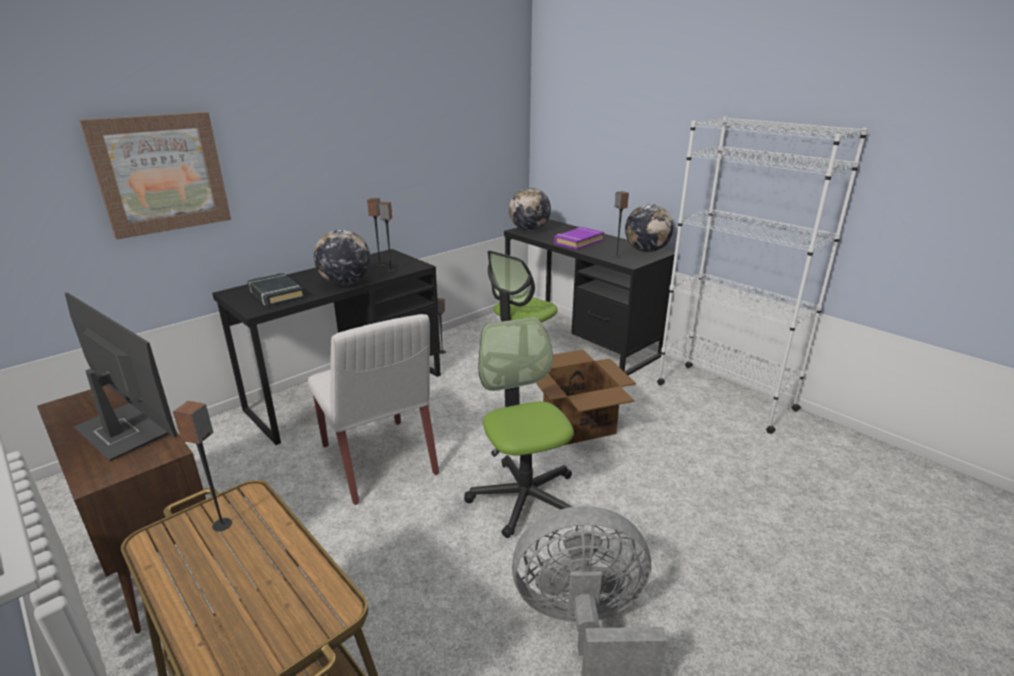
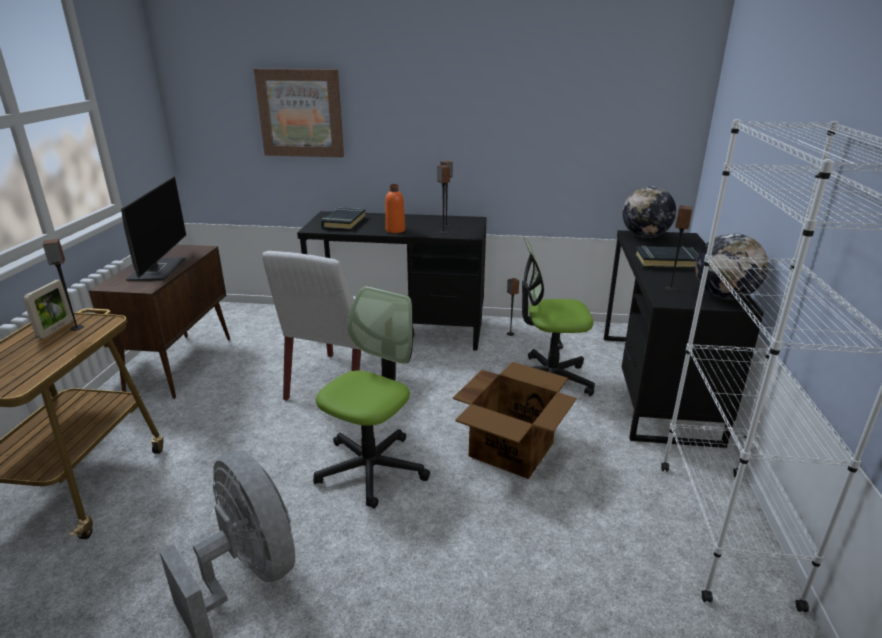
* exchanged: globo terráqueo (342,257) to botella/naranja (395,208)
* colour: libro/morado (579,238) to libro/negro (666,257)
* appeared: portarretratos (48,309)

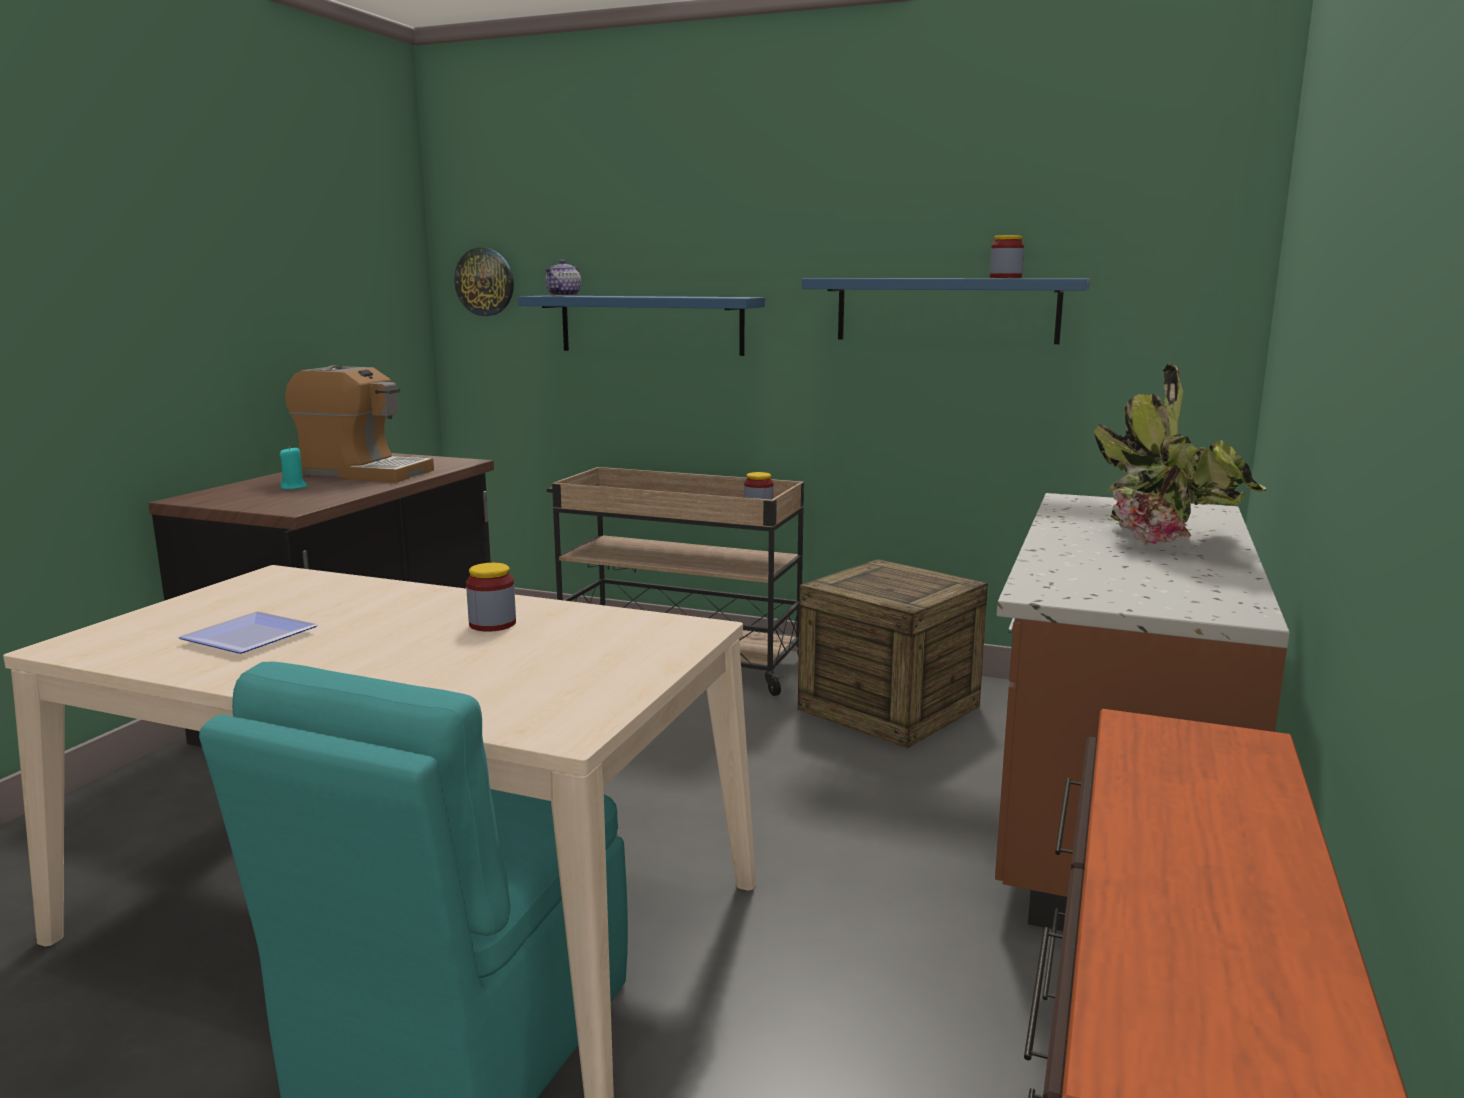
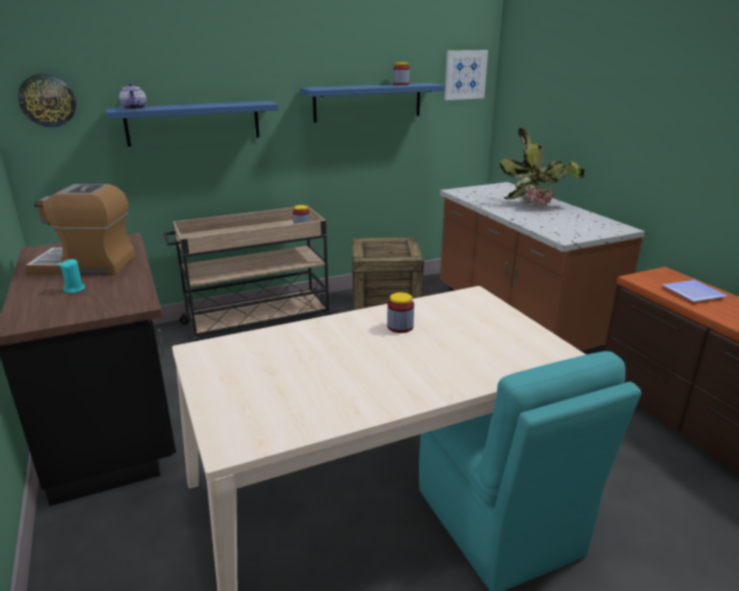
* relocated: plato (248,633) to (695,291)
* spun: cafetera (359,424) = (80,229) 150 degrees counterclockwise
* appeared: cuadro (466,75)

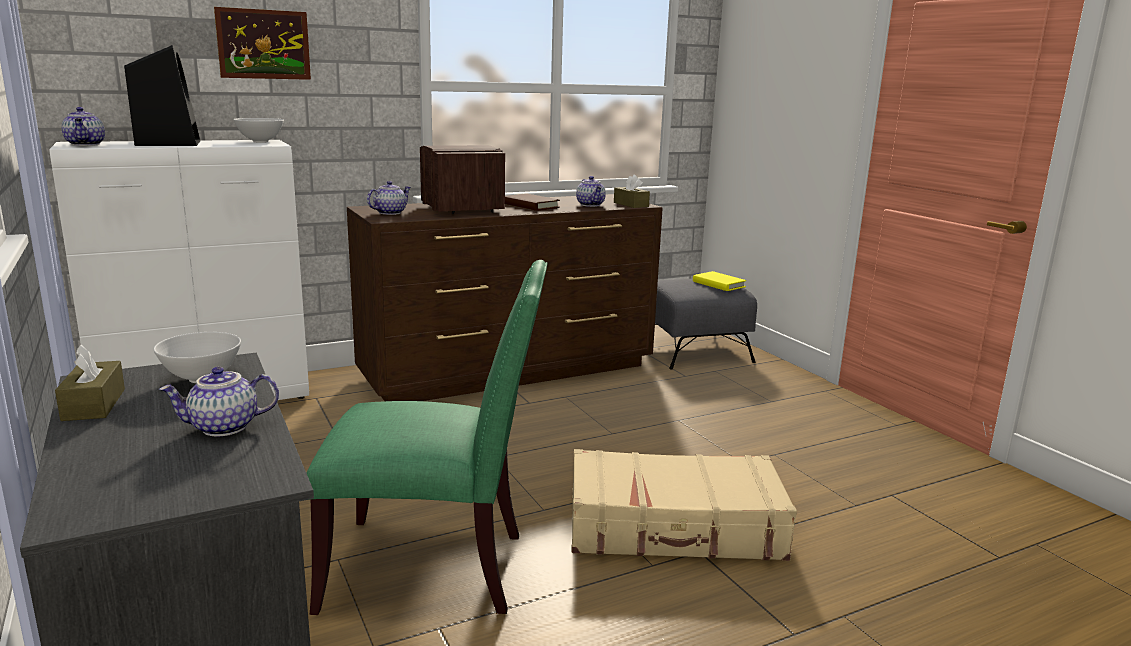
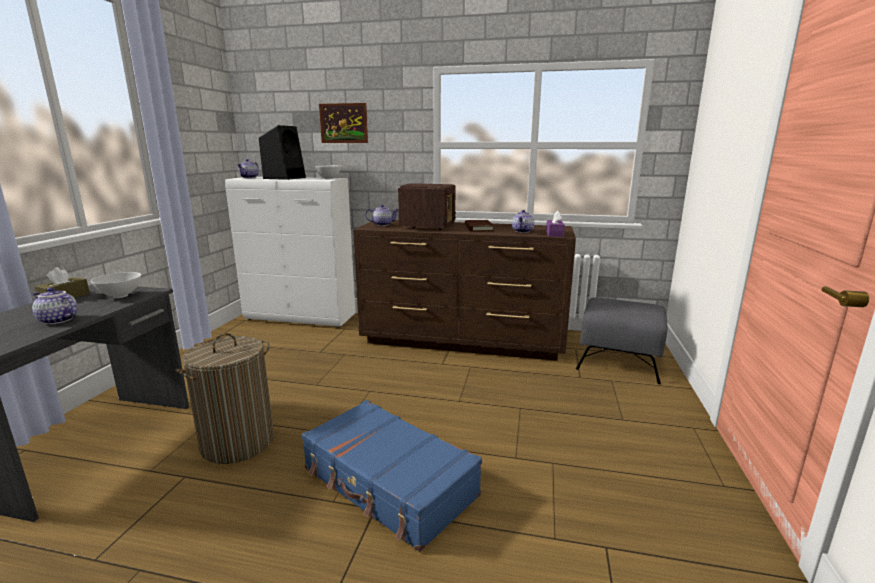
* exchanged: silla/verde (427,437) to cesto de la ropa (224,398)
* colour: maleta/beis (684,505) to maleta/azul (392,476)
* colour: caja de pañuelos/marrón (632,191) to caja de pañuelos/morado (555,224)
* missing: libro/amarillo (720,281)

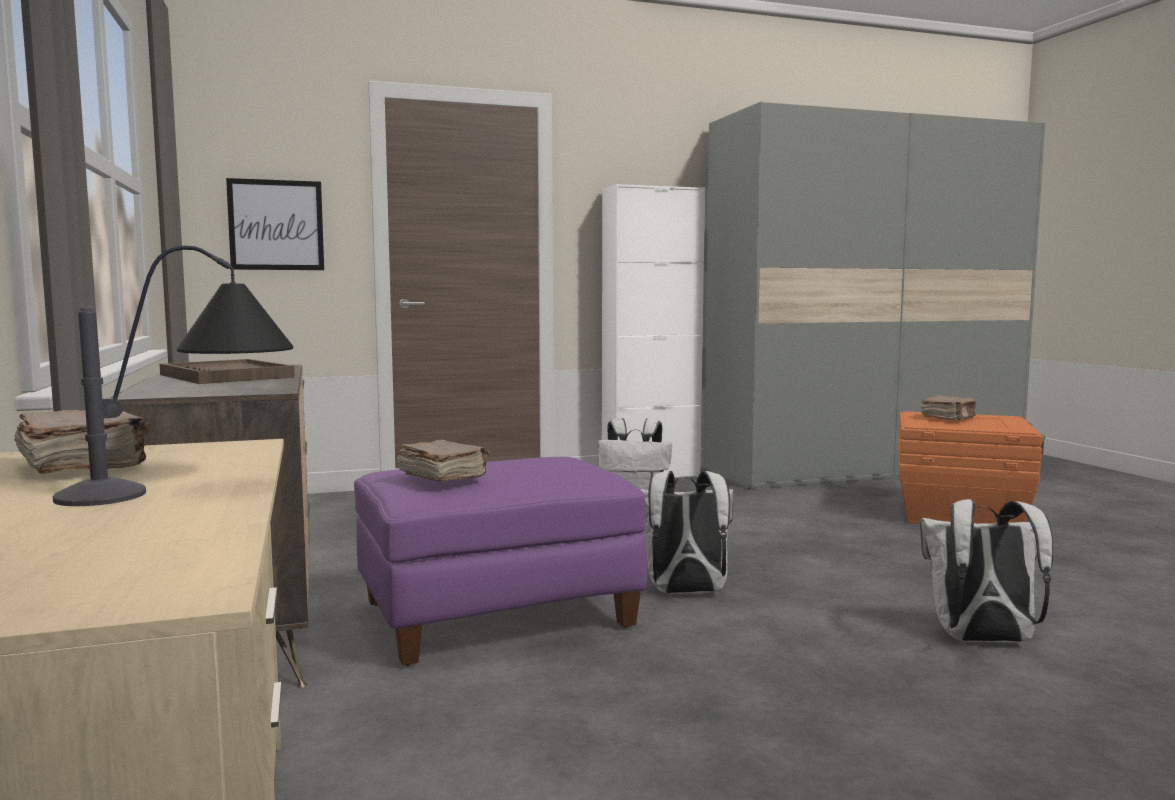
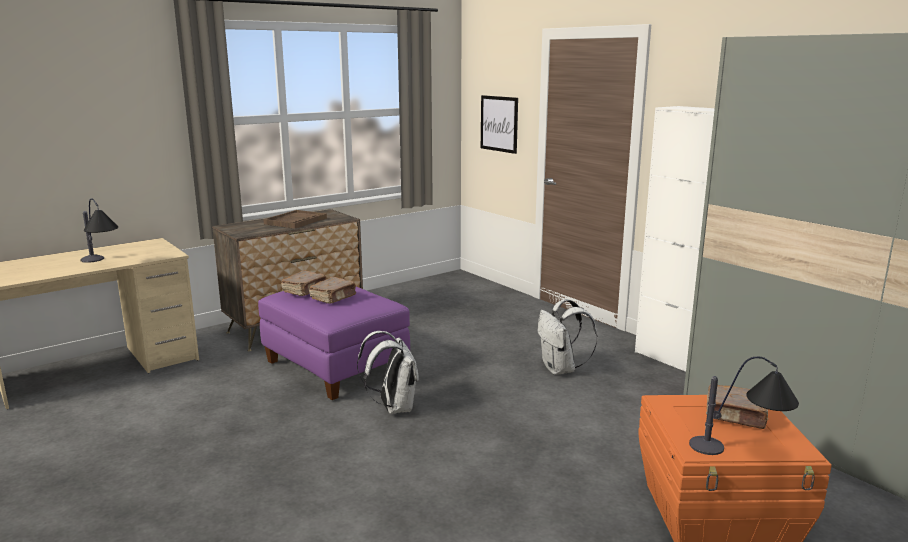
* relocated: libro/marrón (81,442) to (332,290)
* missing: mochila/blanco (986,571)
* appeared: lámpara de mesa (744,406)

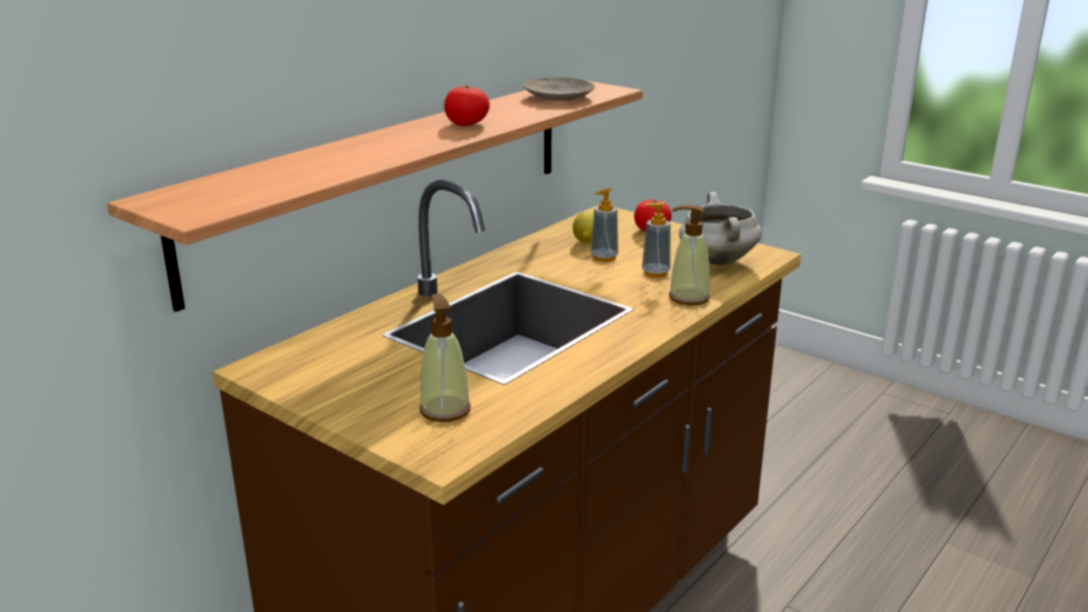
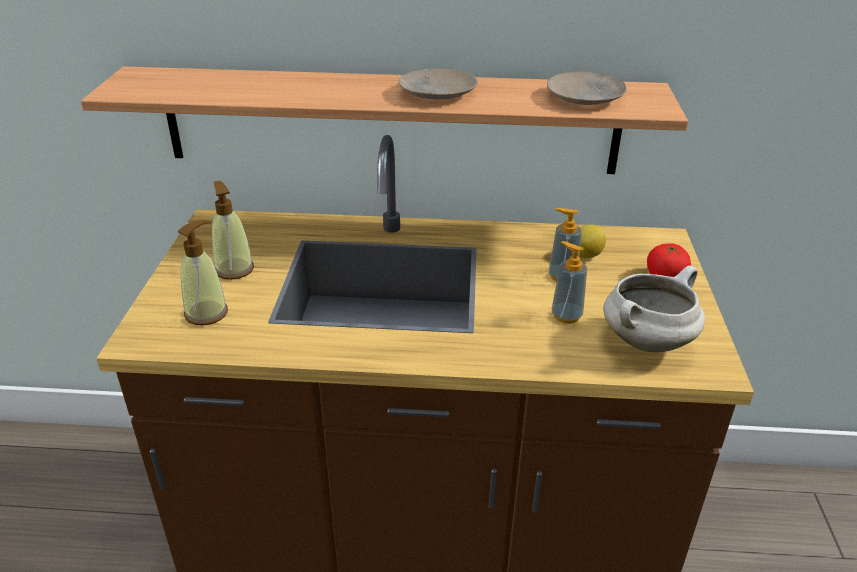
* exchanged: tomate (467,106) to plato/beis (438,84)
* relocated: dispensador de jabón (689,255) to (233,230)

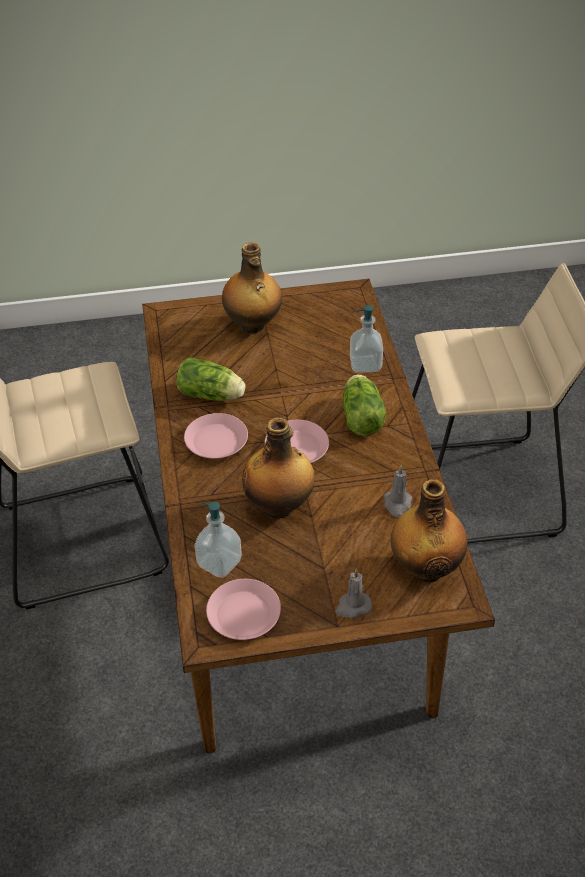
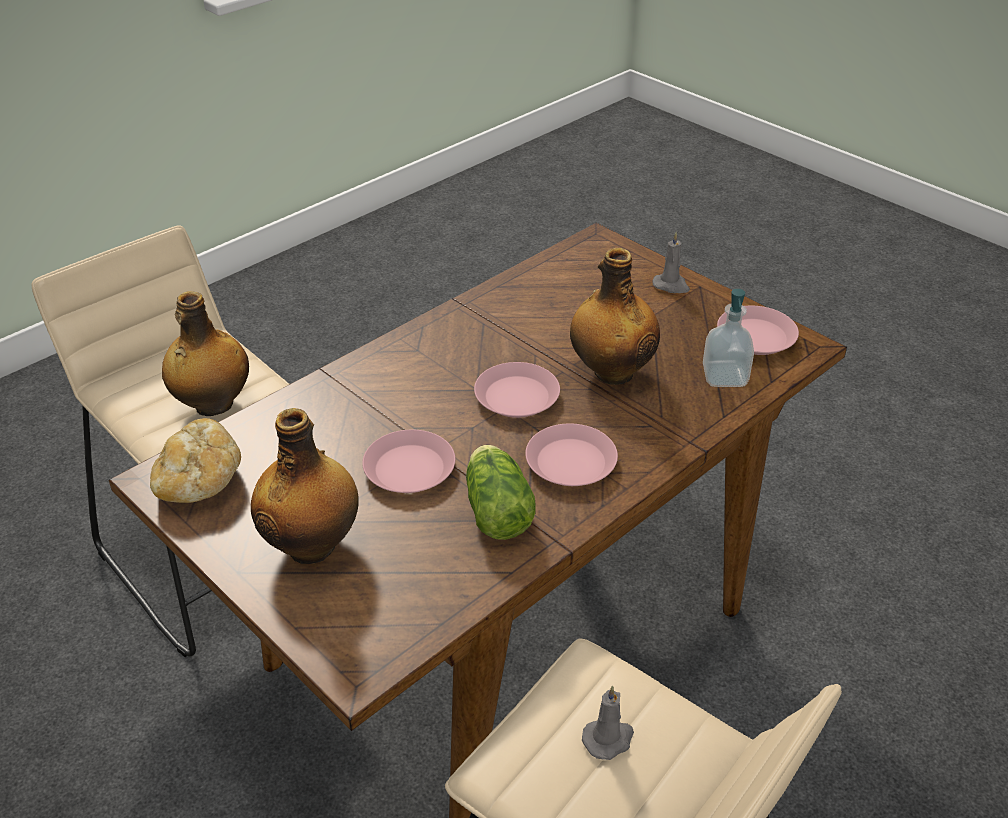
* missing: lechuga (364,405)
* missing: dispensador de jabón (366,339)
* relocated: vela/gris (398,491) to (608,723)
* relocated: botella (429,531) to (205,353)
* appeared: pan (195,460)
* appeared: plato/rosa (408,461)

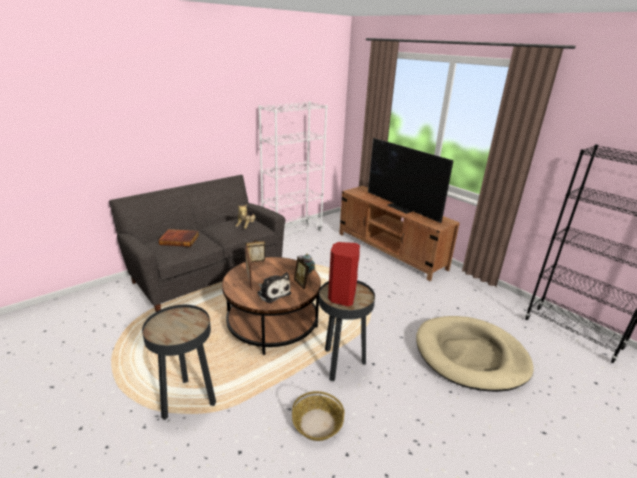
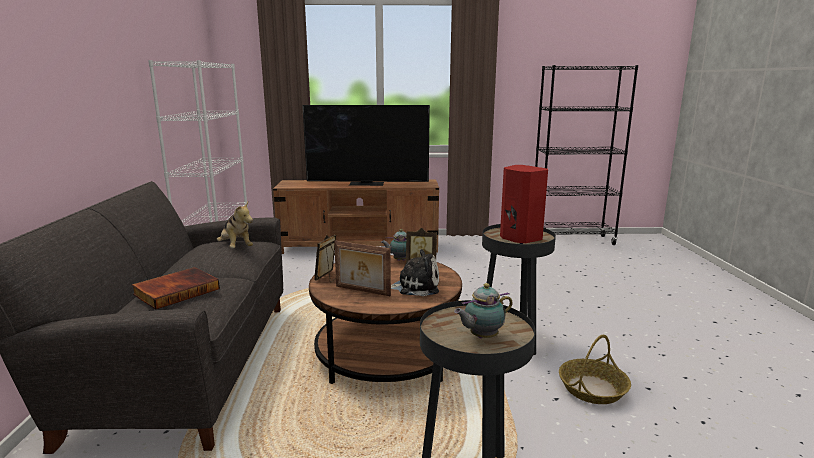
* missing: cama para perro/beis (475,354)
* appeared: tetera (483,310)

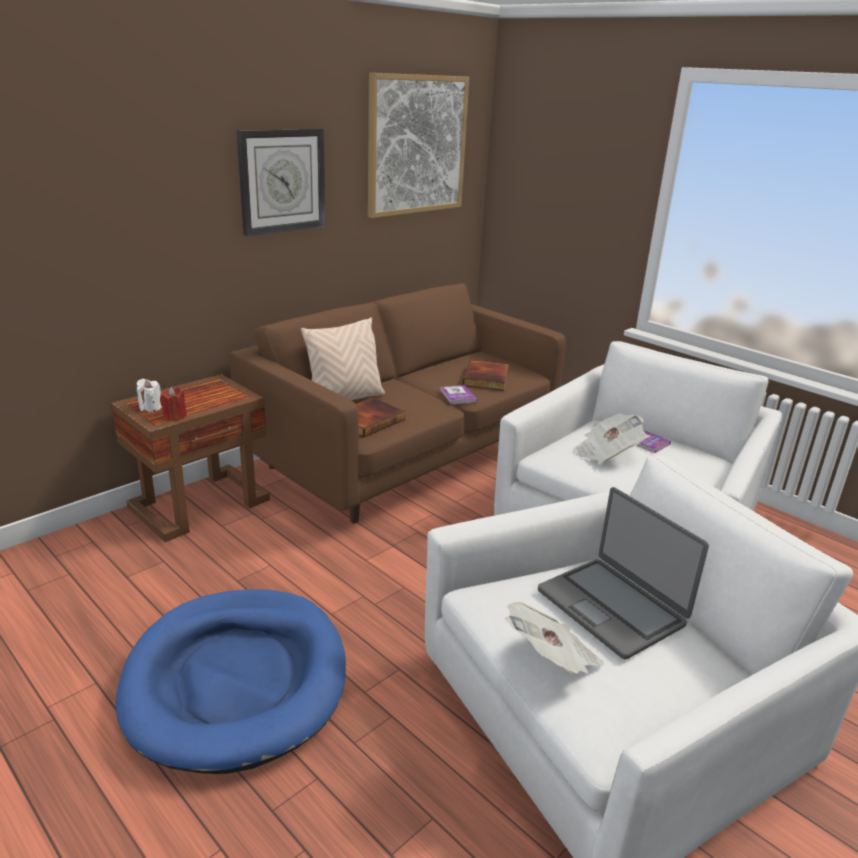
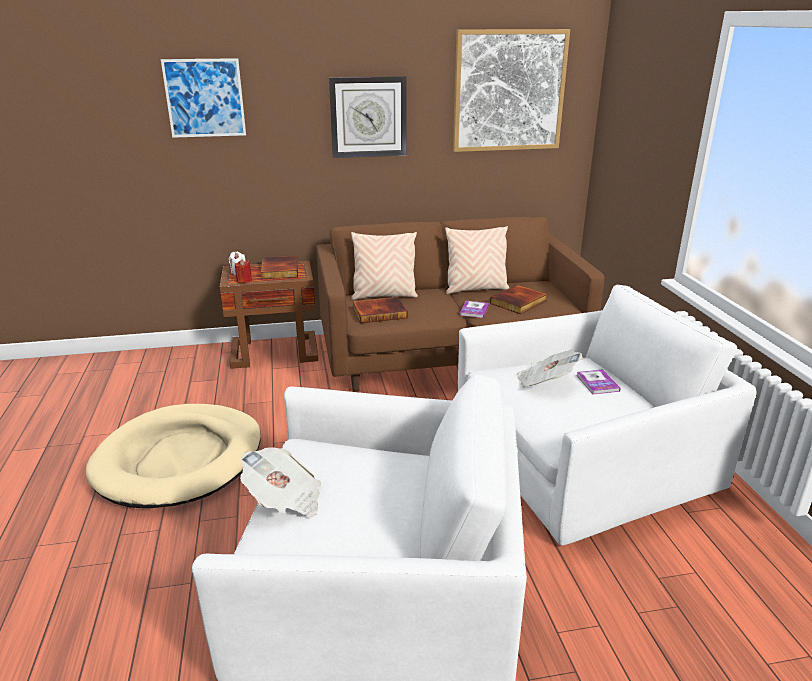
* colour: cama para perro/azul (231,681) to cama para perro/beis (173,456)
* missing: portátil (623,573)
* appeared: cuadro (203,98)
* appeared: libro (279,267)
* appeared: cojín/beis (477,260)

